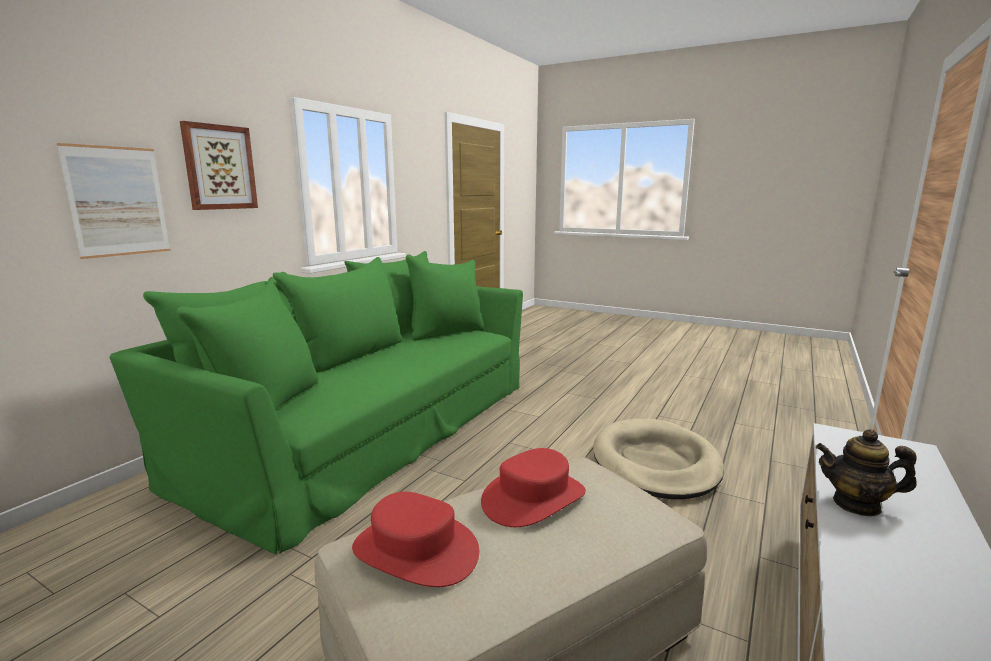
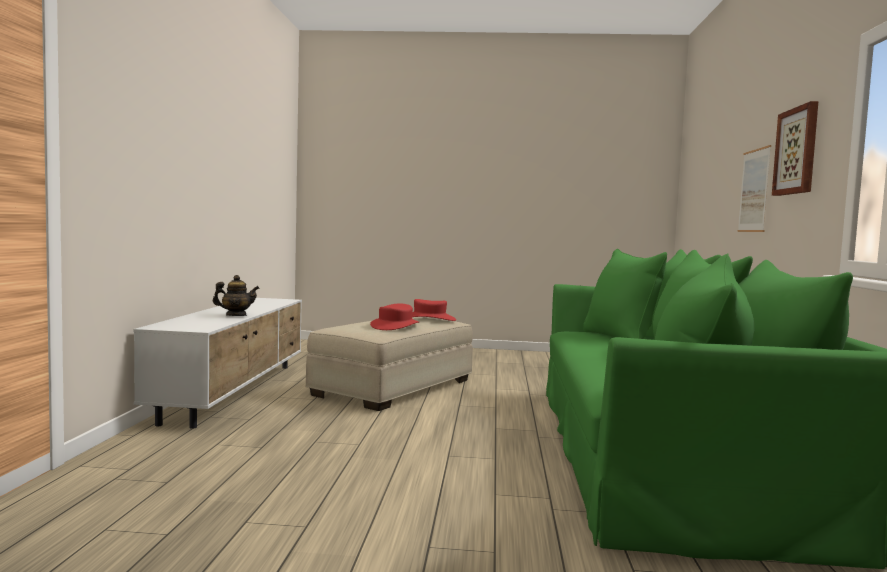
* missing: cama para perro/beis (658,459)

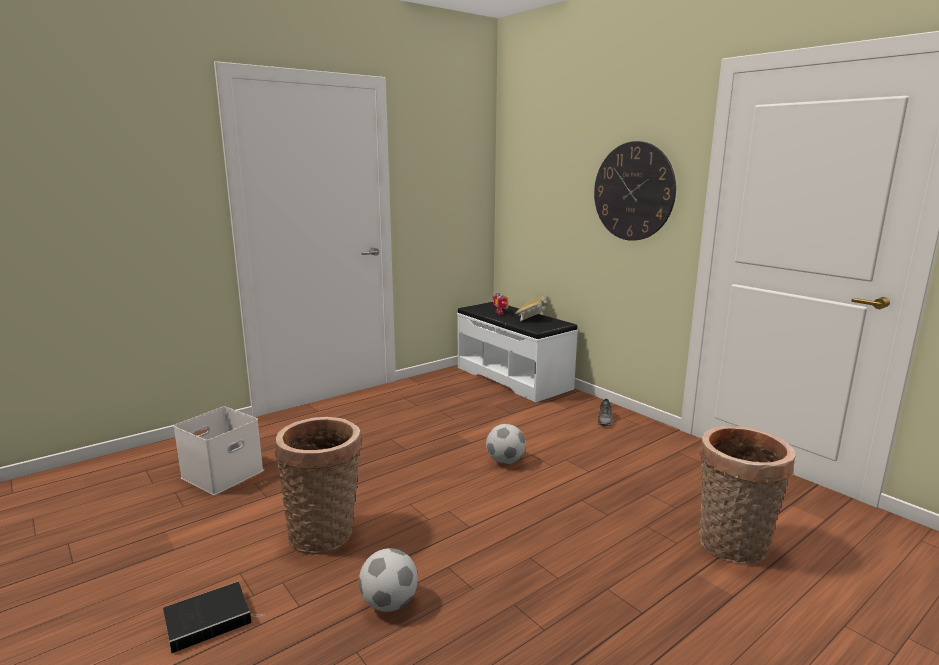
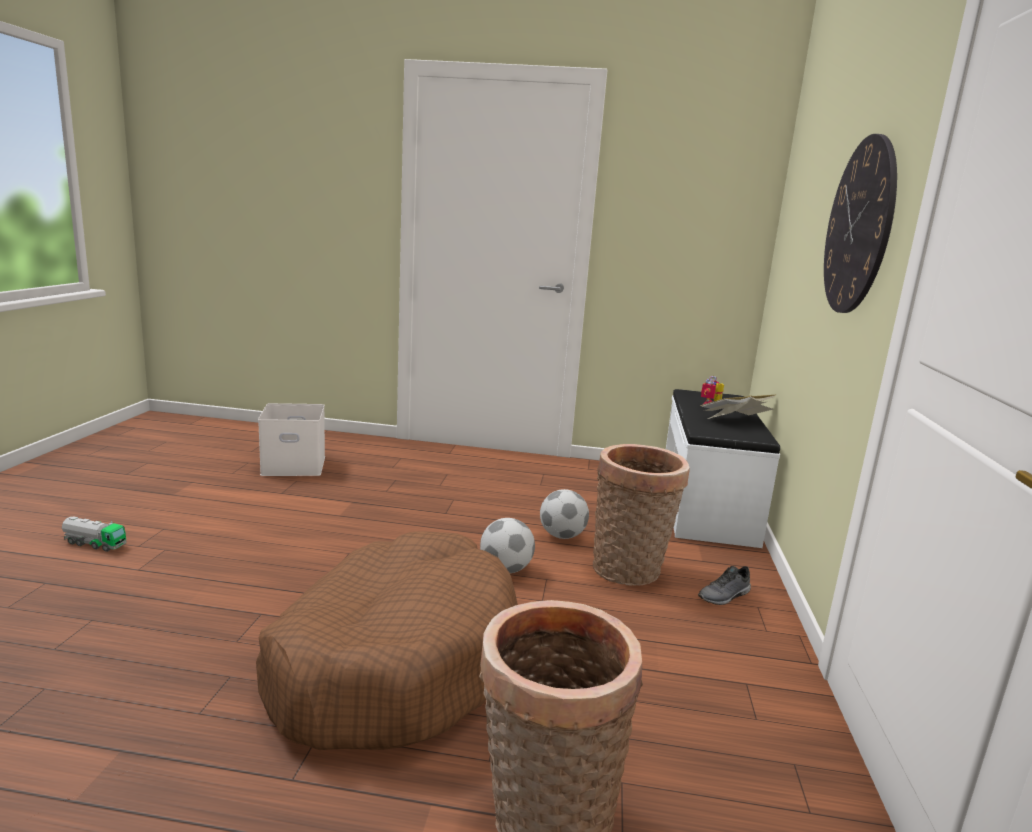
* exchanged: libro (214,618) to camión de juguete (94,534)
* relocated: cesta (318,485) to (641,515)
* relocated: balón de fútbol (388,580) to (564,514)
* appeared: cama para perro/marrón (387,640)

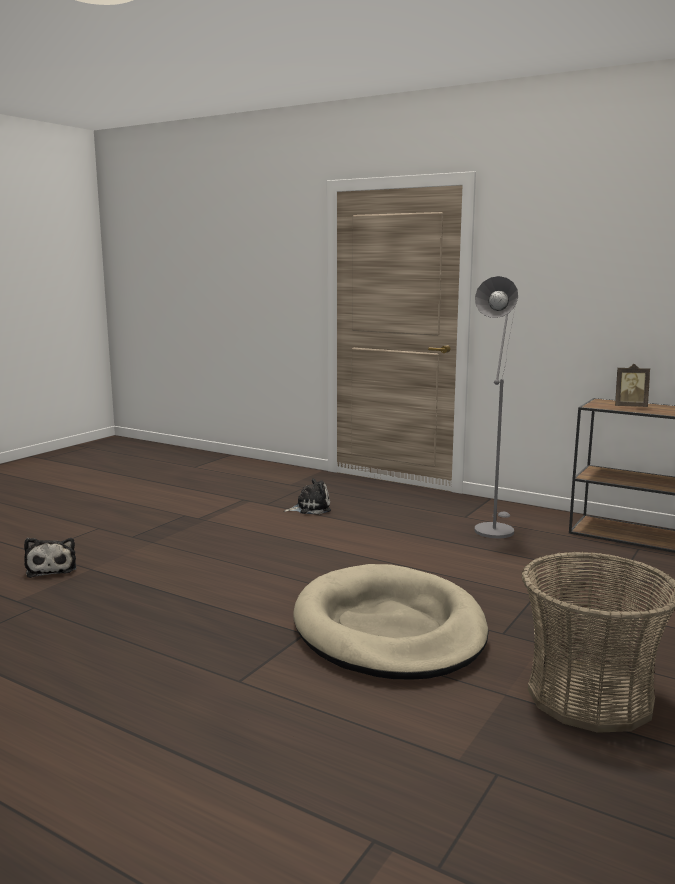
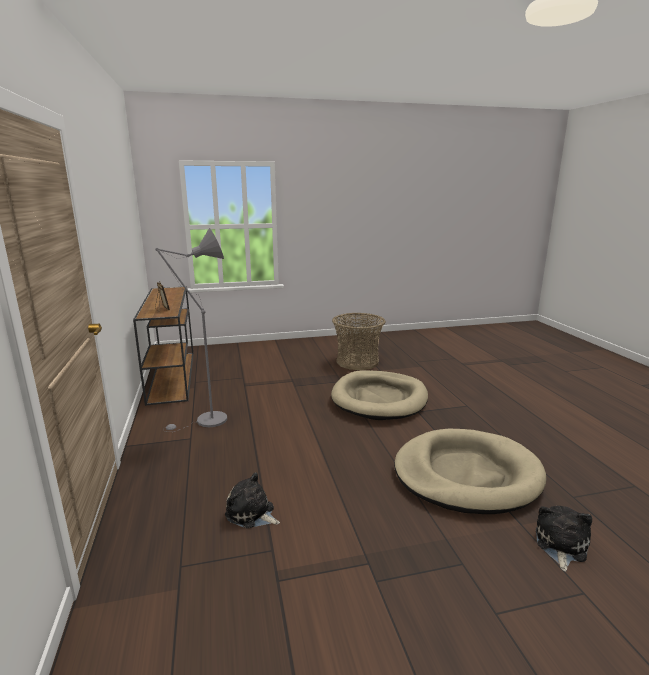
* appeared: cama para perro/beis (470,471)

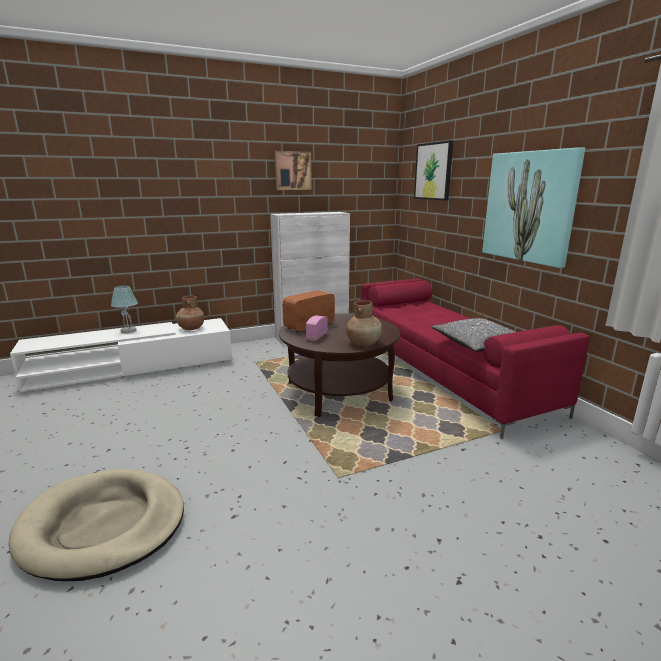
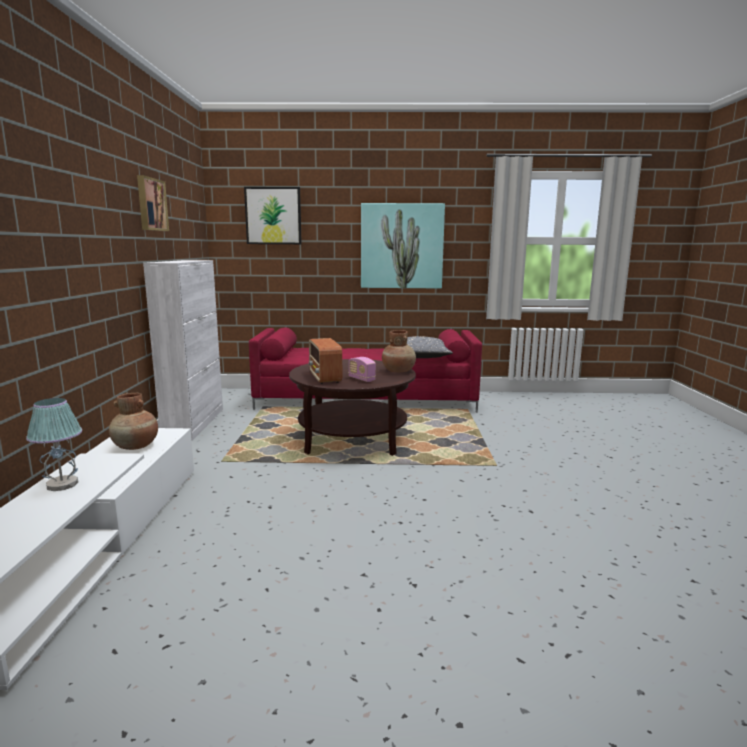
* missing: cama para perro/beis (96,525)

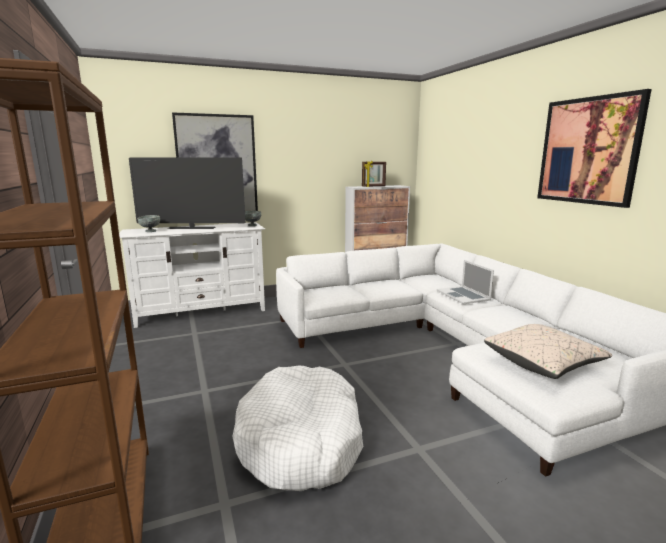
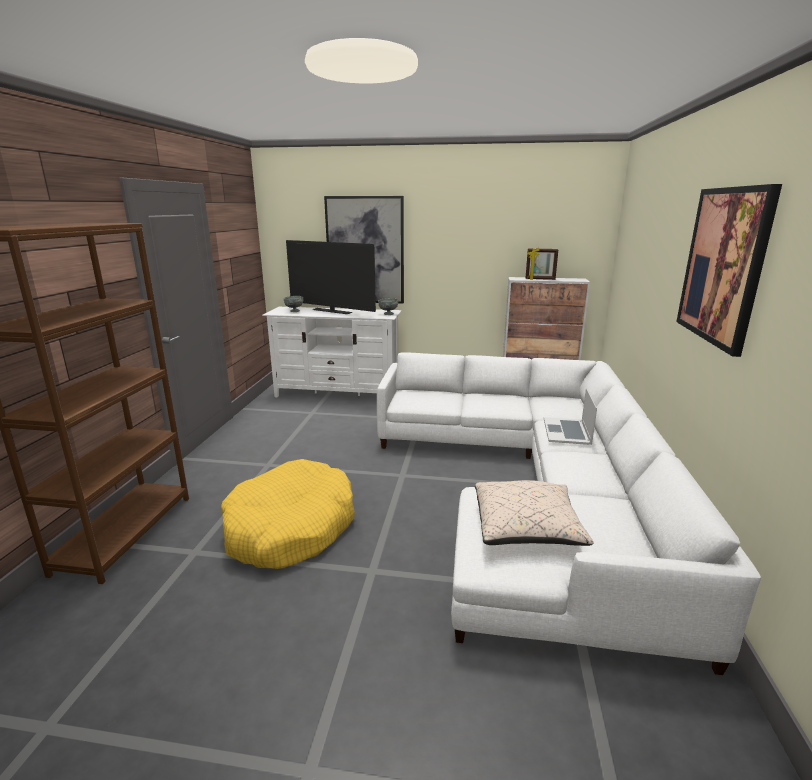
* colour: cama para perro/blanco (298,428) to cama para perro/amarillo (288,514)

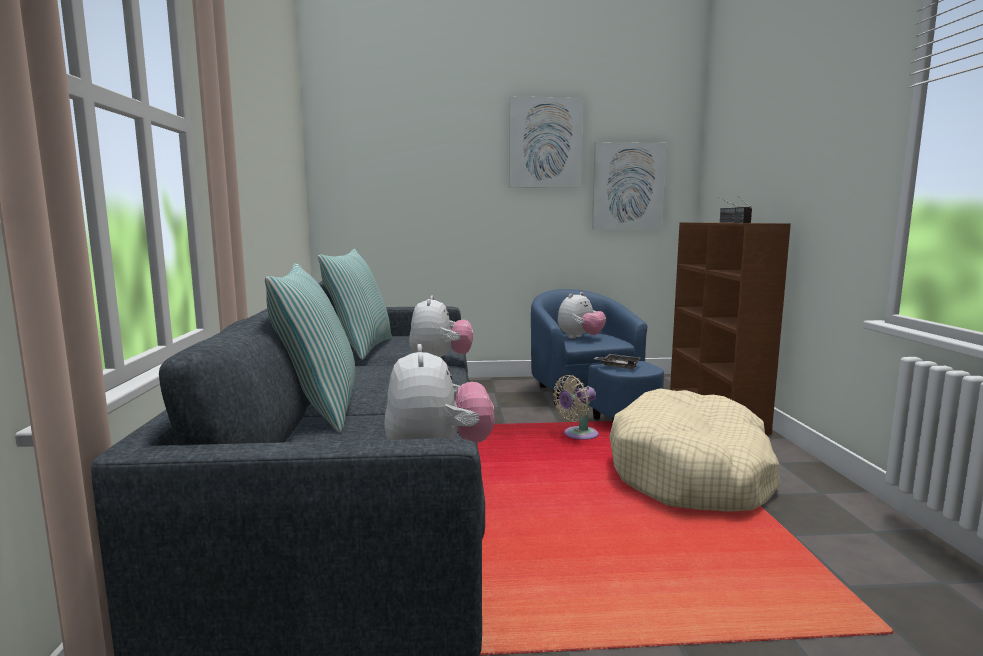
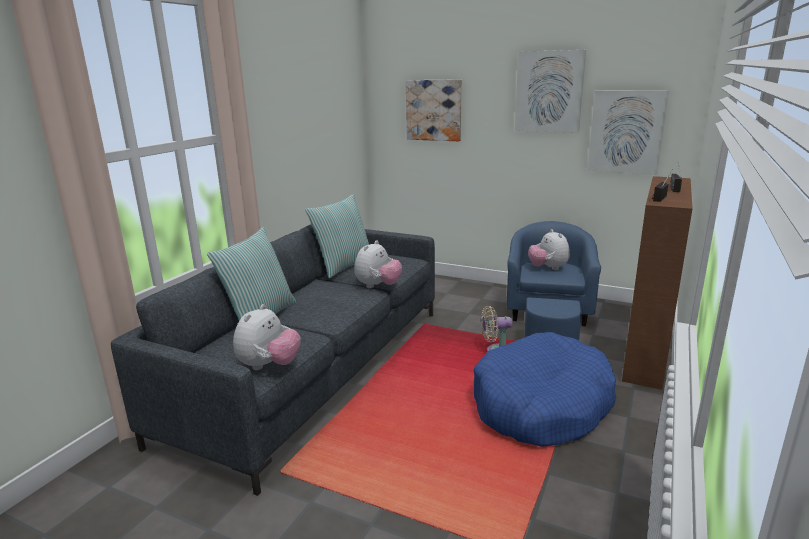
* spun: peluche (582,315) = (549,249) 90 degrees clockwise
* missing: bandeja/gris (617,361)
* colour: cama para perro/beis (695,450) to cama para perro/azul (545,389)
* appeared: cuadro (434,110)

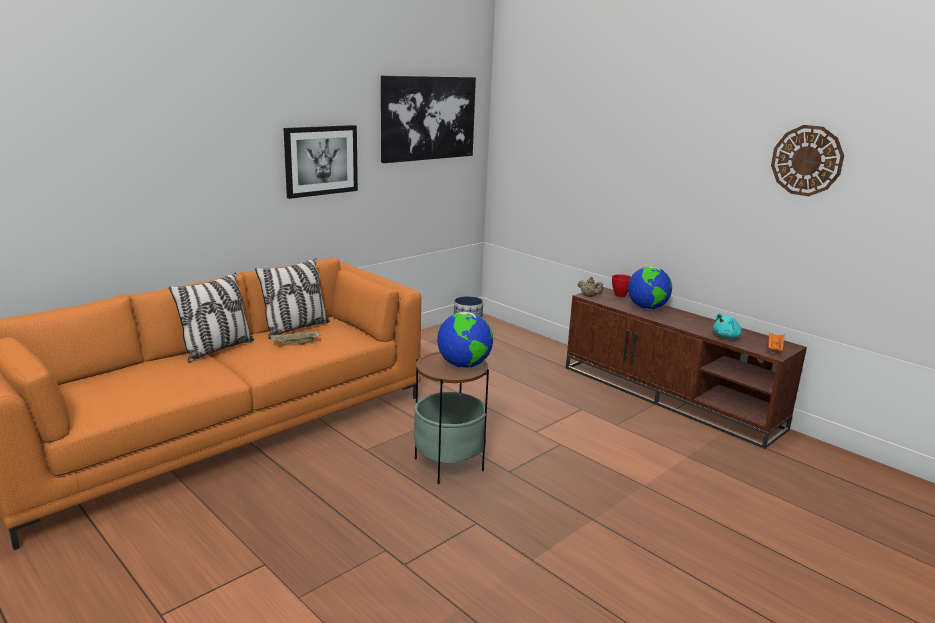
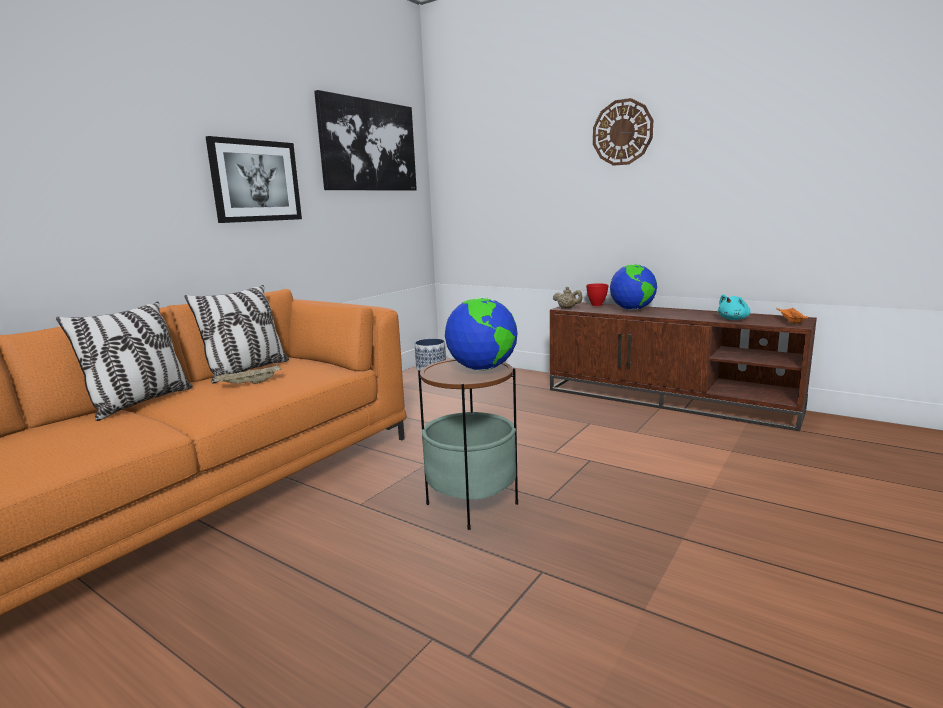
* relocated: reloj de pared (807,160) to (623,132)

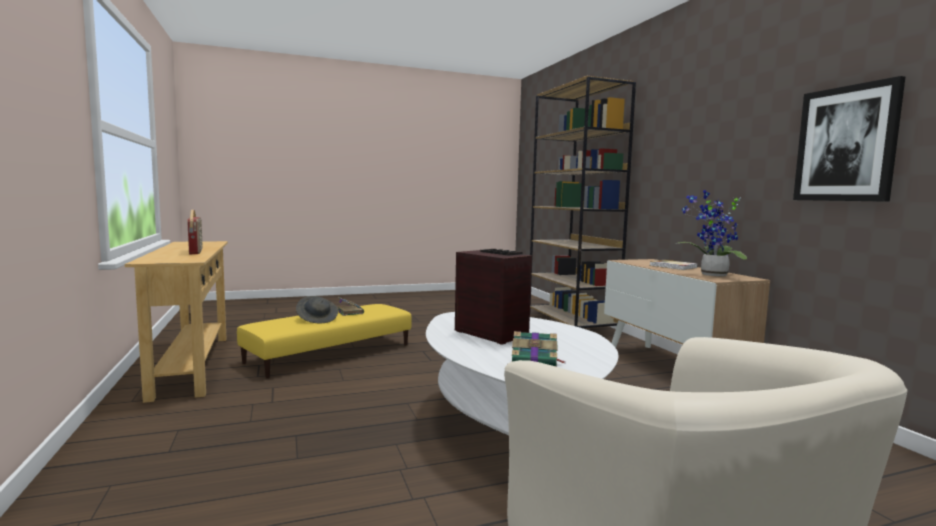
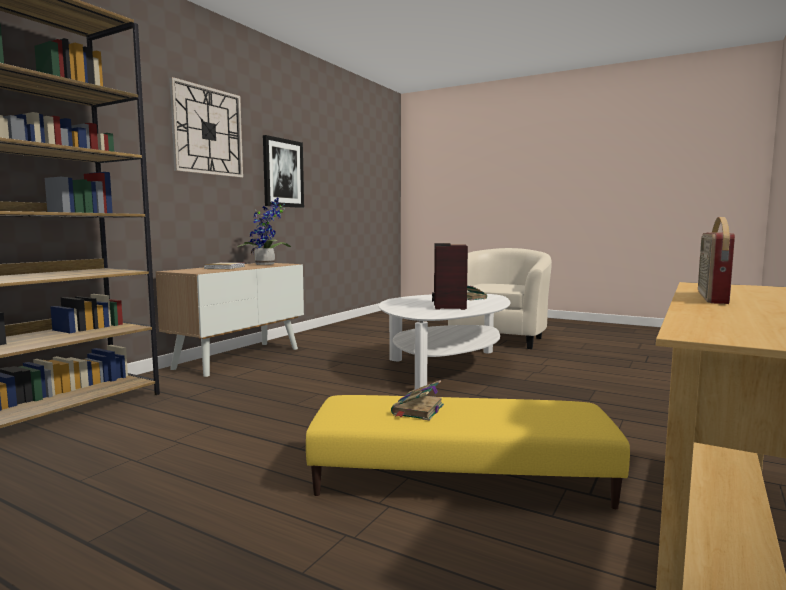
* missing: sombrero/gris (317,309)
* appeared: reloj de pared (206,127)

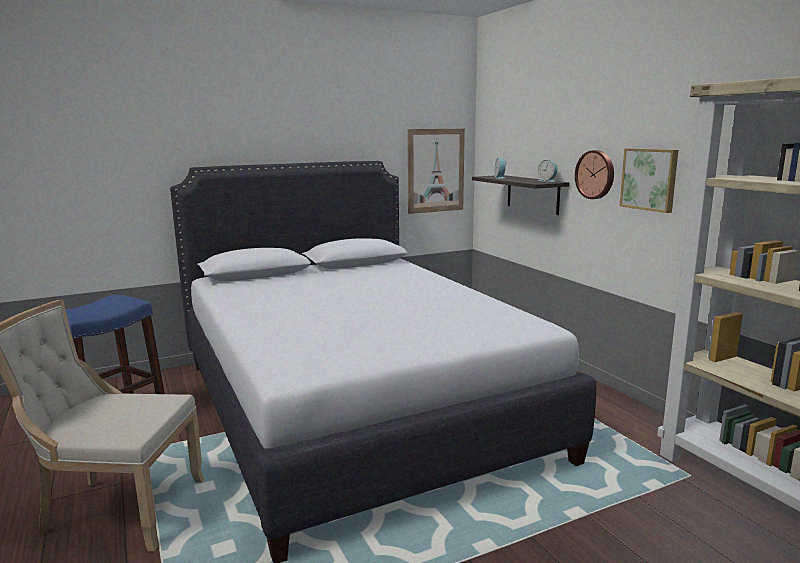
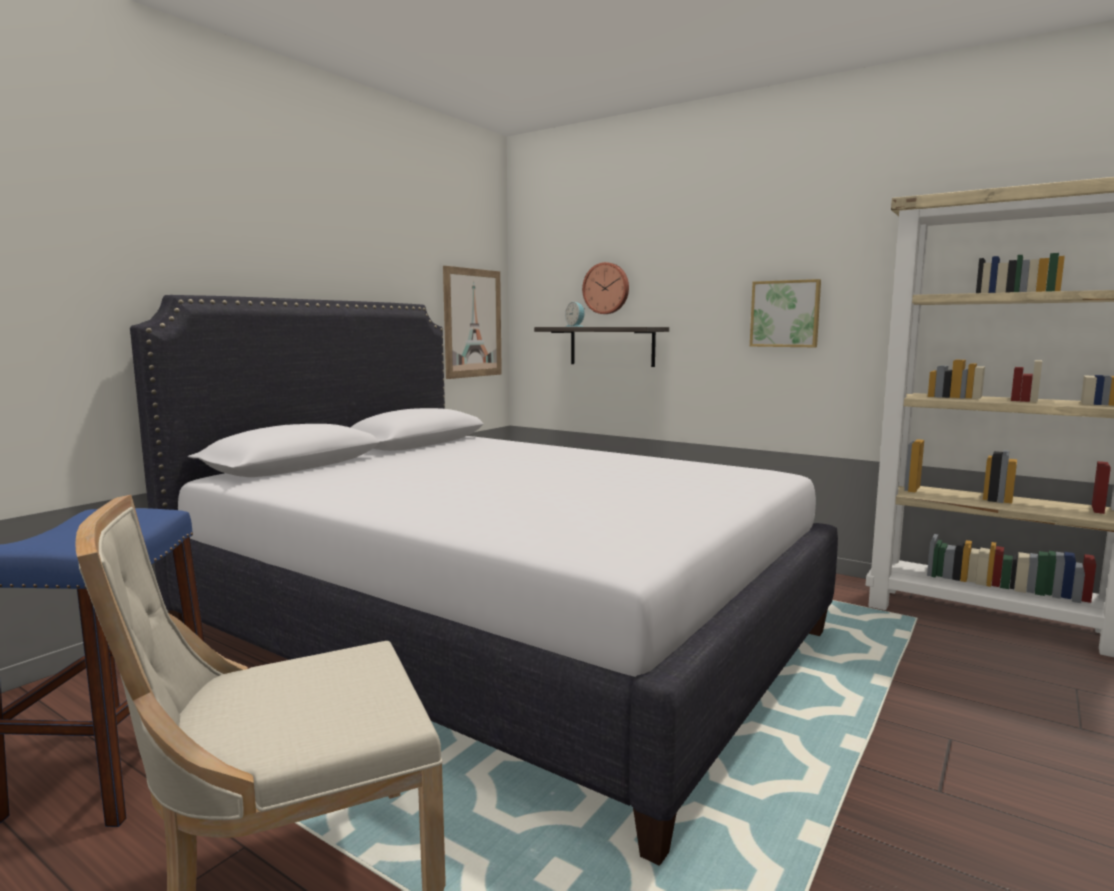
* missing: despertador (548,171)
* relocated: reloj de pared (594,174) to (605,288)

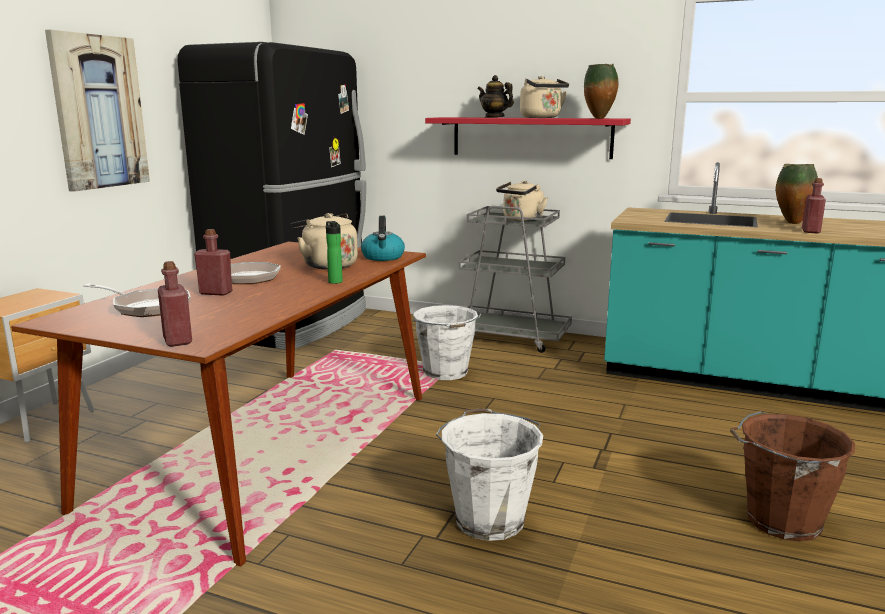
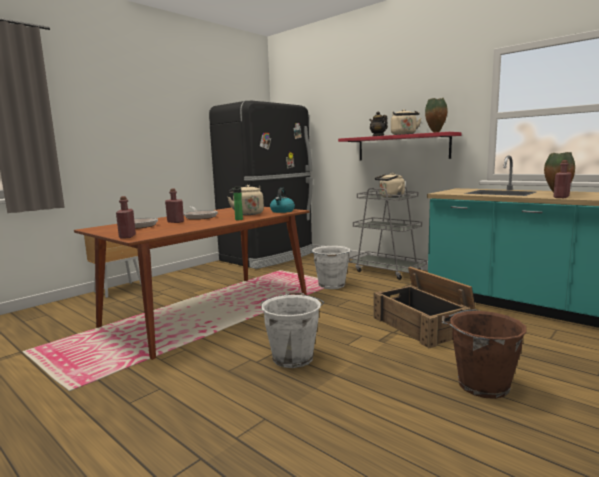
* missing: cuadro (97,111)
* appeared: caja de embalaje (424,307)

